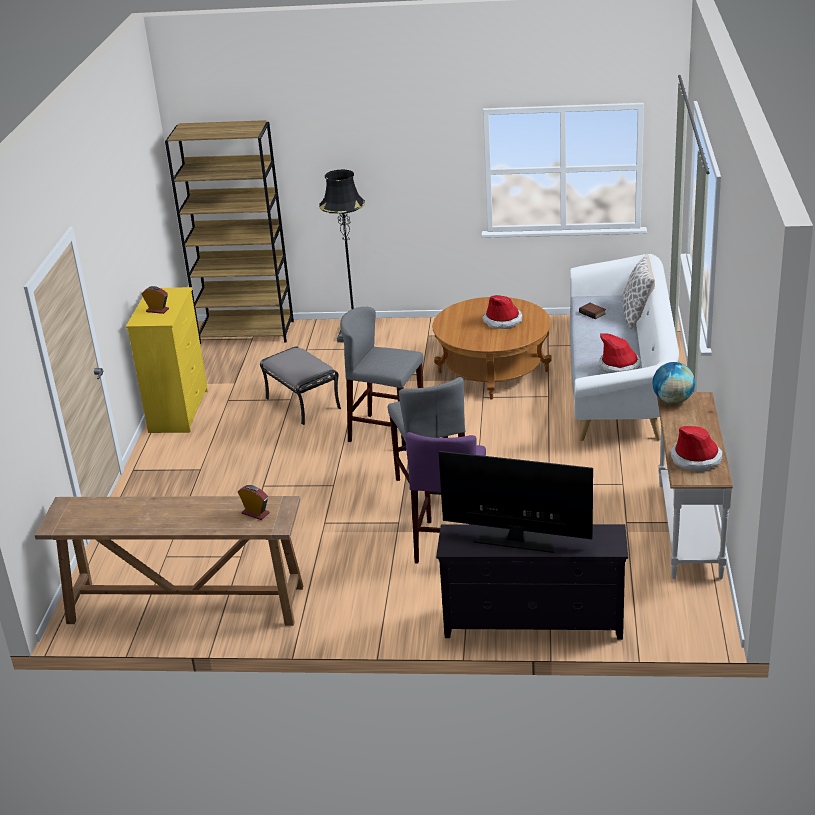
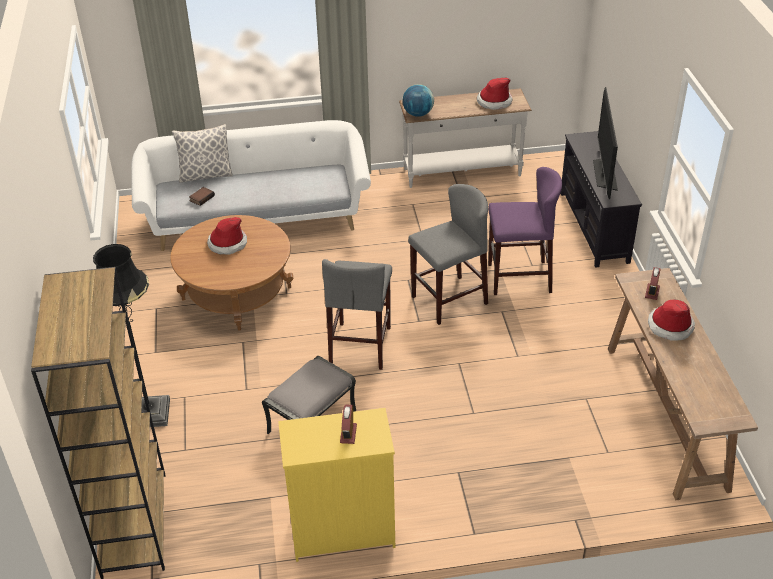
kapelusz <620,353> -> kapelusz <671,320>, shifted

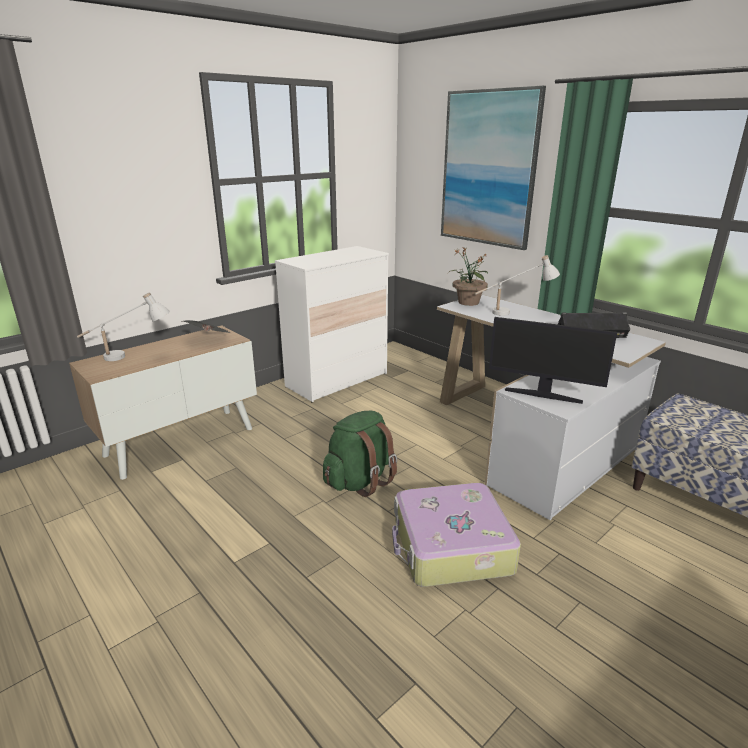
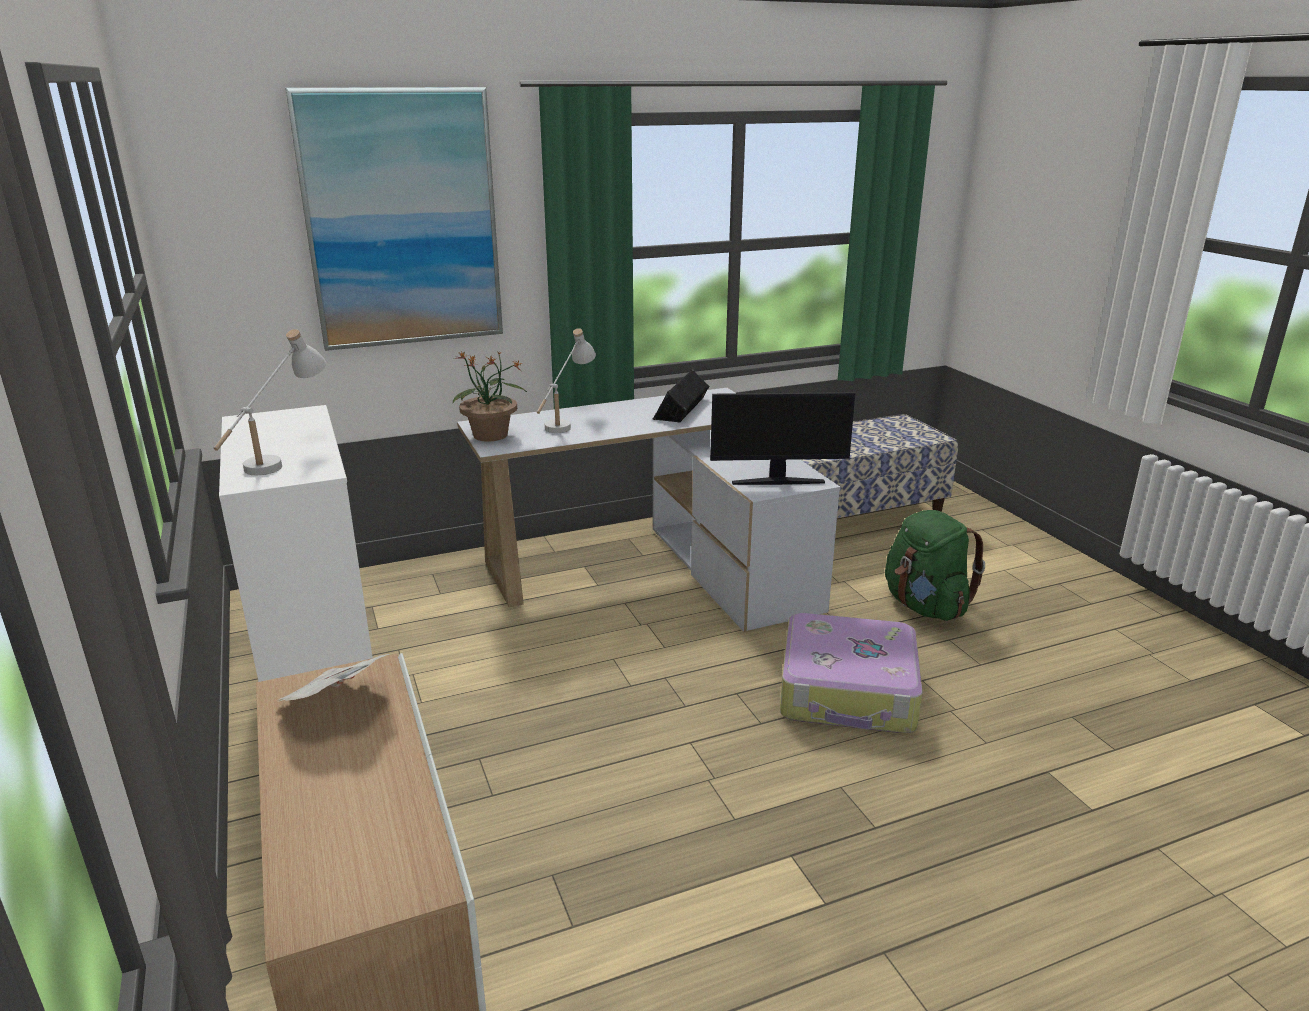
lampa stołowa [biały] <123,326> -> lampa stołowa [biały] <269,402>, shifted
plecak [zielony] <360,454> -> plecak [zielony] <935,565>, shifted
monitor <553,360> -> monitor <782,438>, 45 degrees clockwise

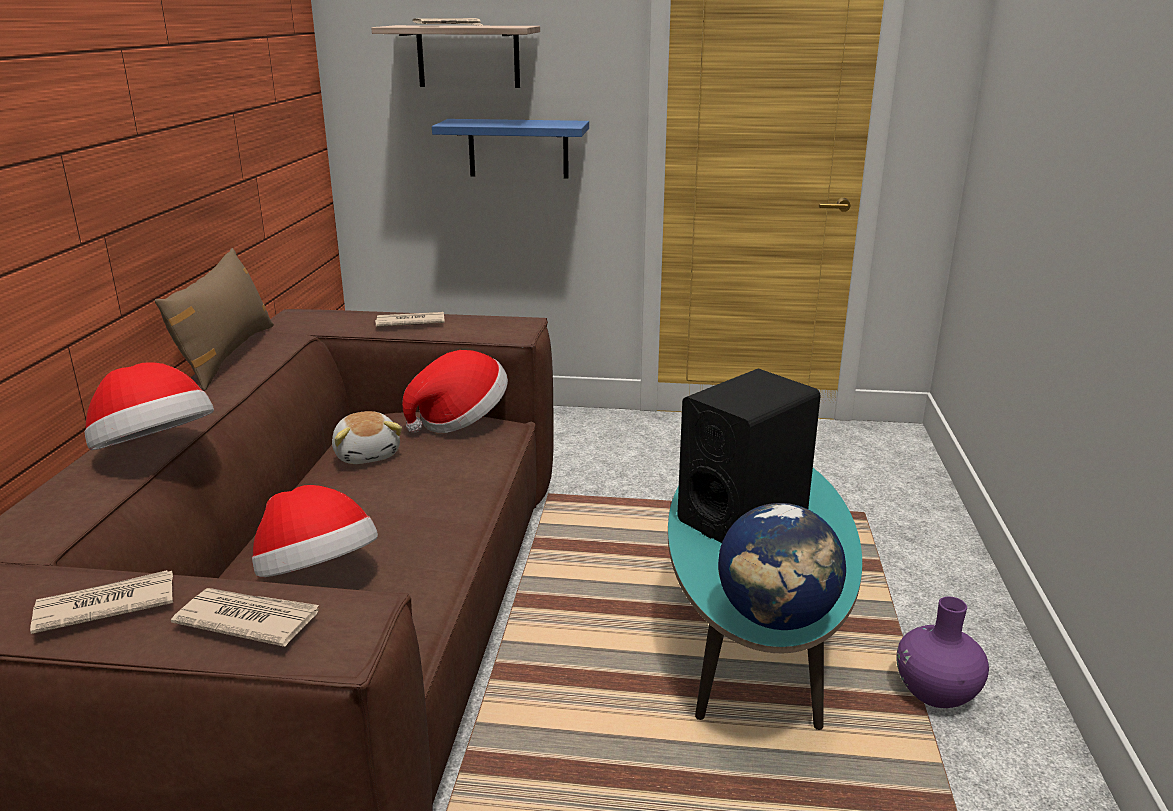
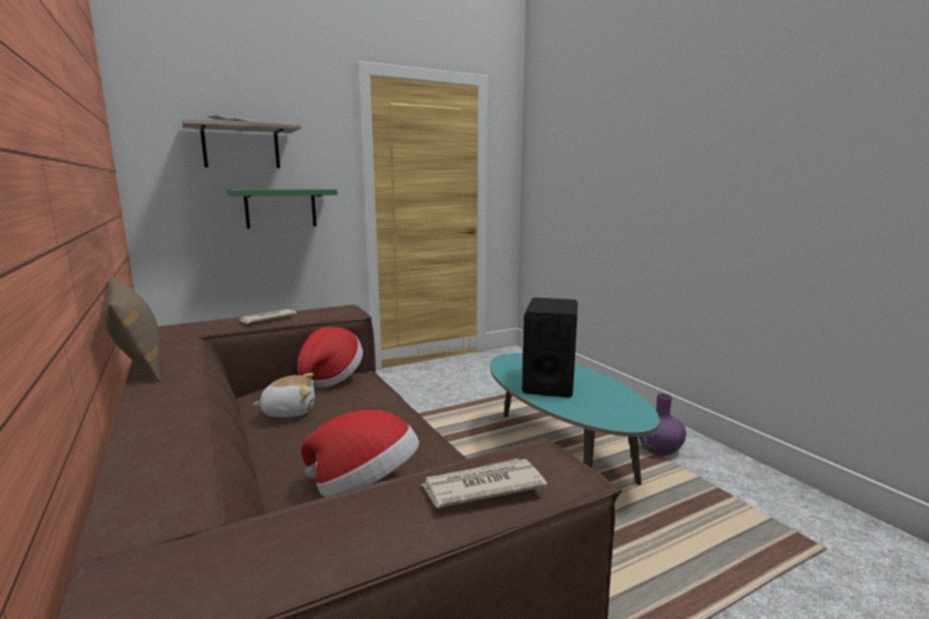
gazeta <101,602> -> none
kapelusz <149,406> -> none
pluszak <367,437> -> pluszak <284,395>, 45 degrees counterclockwise
półka [niebieski] <510,148> -> półka [zielony] <282,209>
globus <782,566> -> none

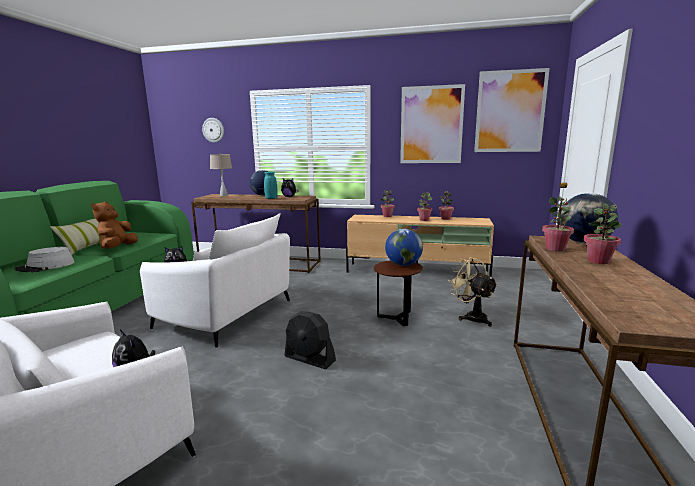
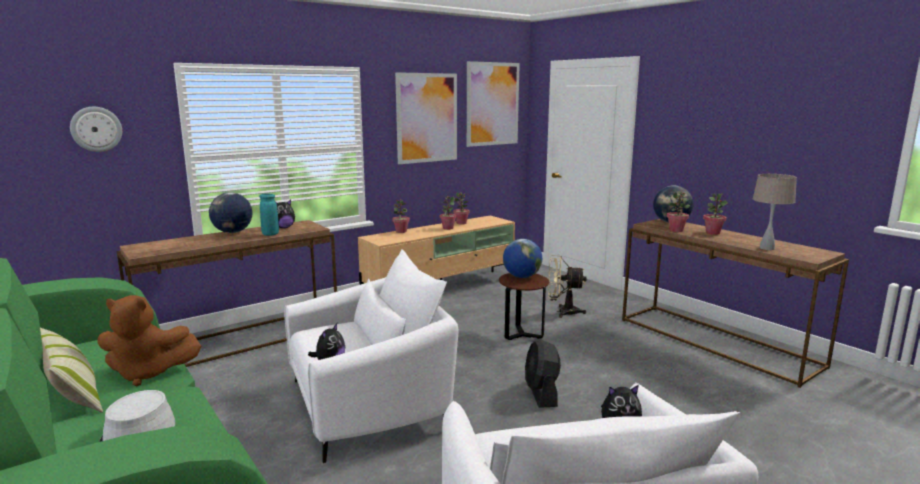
pluszak [brązowy] <114,225> -> pluszak [brązowy] <149,341>, 45 degrees counterclockwise
lampa stołowa [beżowy] <221,174> -> lampa stołowa [beżowy] <775,212>, shifted
wentylator [czarny] <310,340> -> wentylator [czarny] <543,373>, 105 degrees clockwise

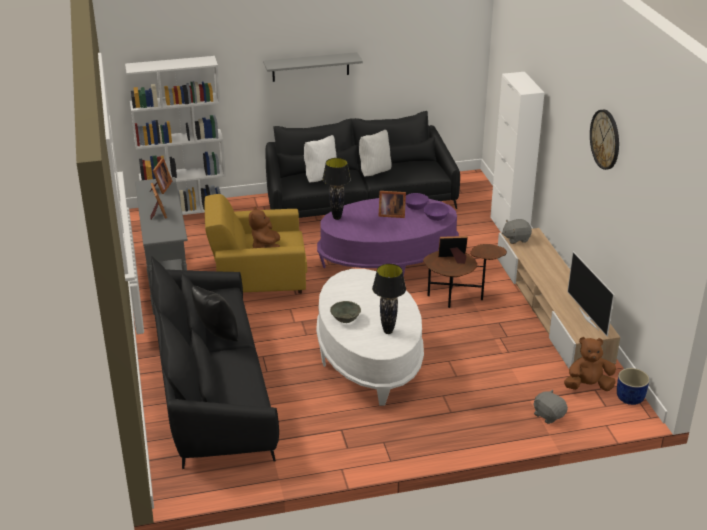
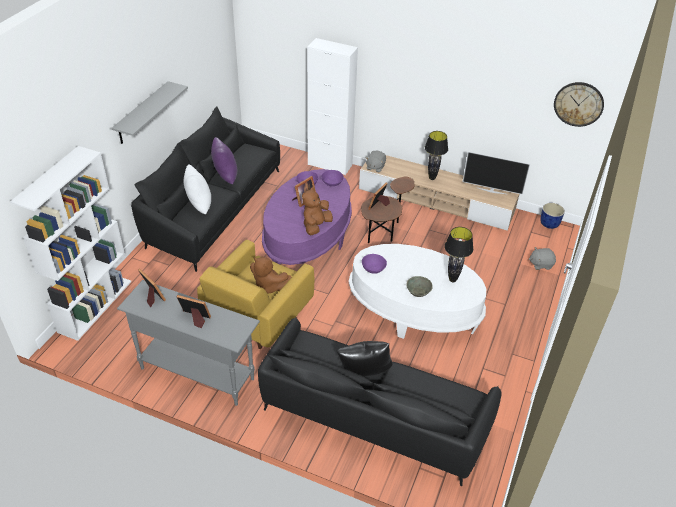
lampa stołowa [czarny] <336,189> -> lampa stołowa [czarny] <436,155>, shifted
poduszka [biały] <375,153> -> poduszka [fioletowy] <224,160>
pluszak [brązowy] <590,364> -> pluszak [brązowy] <317,211>, shifted
zegar ścienny <604,140> -> zegar ścienny <579,104>, shifted
none -> miska [fioletowy] <374,264>

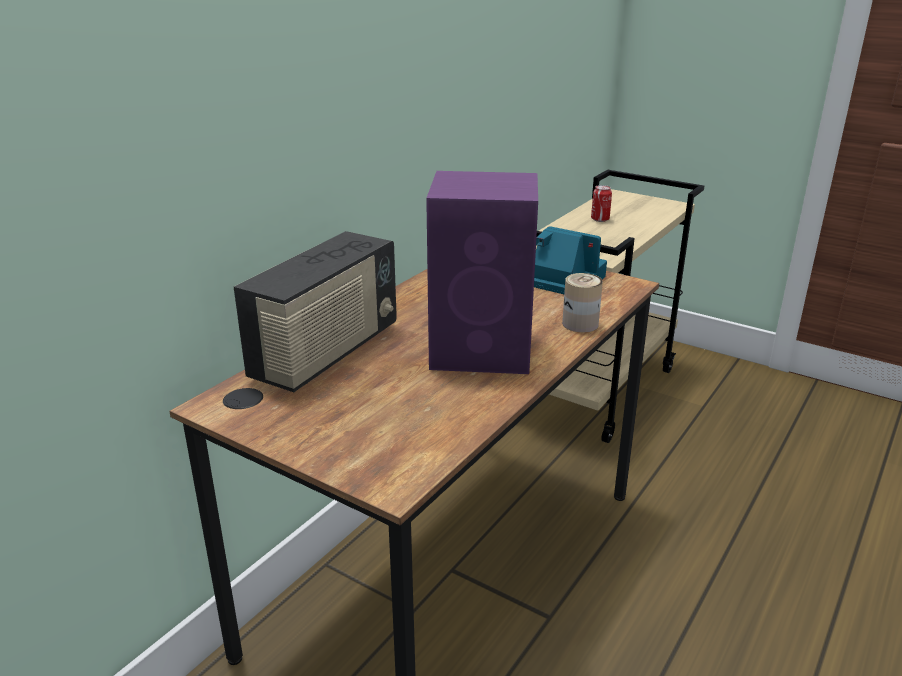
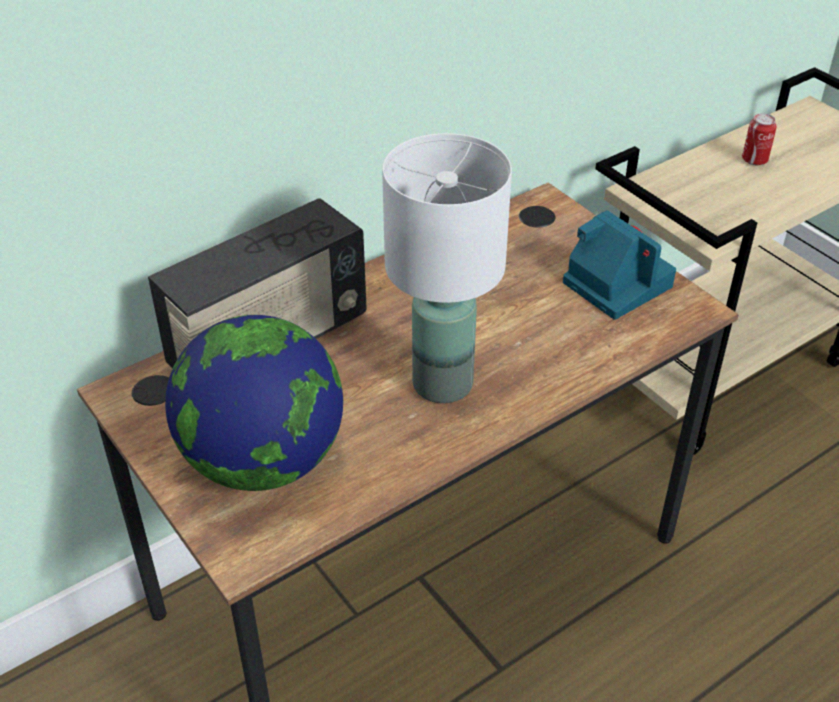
głośnik [fioletowy] <482,272> -> lampa stołowa [biały] <447,268>
puszka <582,302> -> none
none -> globus <254,403>

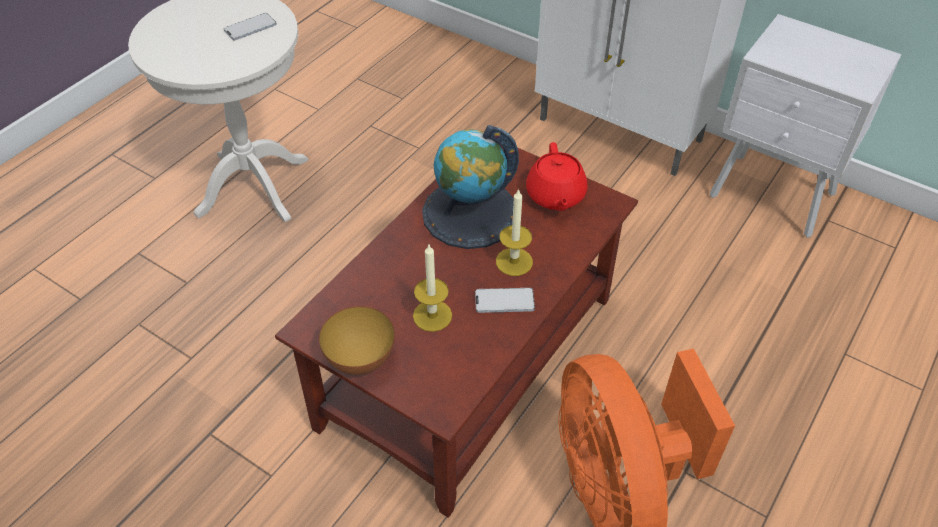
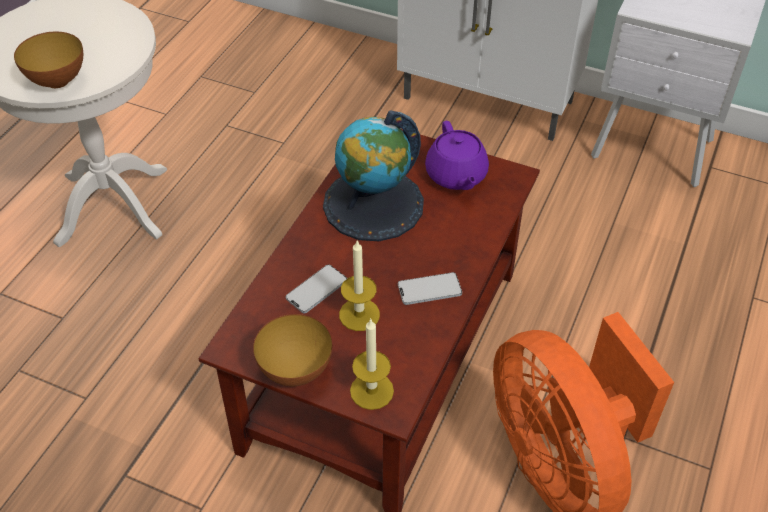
telefon <250,26> -> telefon <316,289>, shifted
świeca <514,232> -> świeca <372,364>, shifted
imbryk [czerwony] <556,176> -> imbryk [fioletowy] <457,155>
none -> miska <48,60>

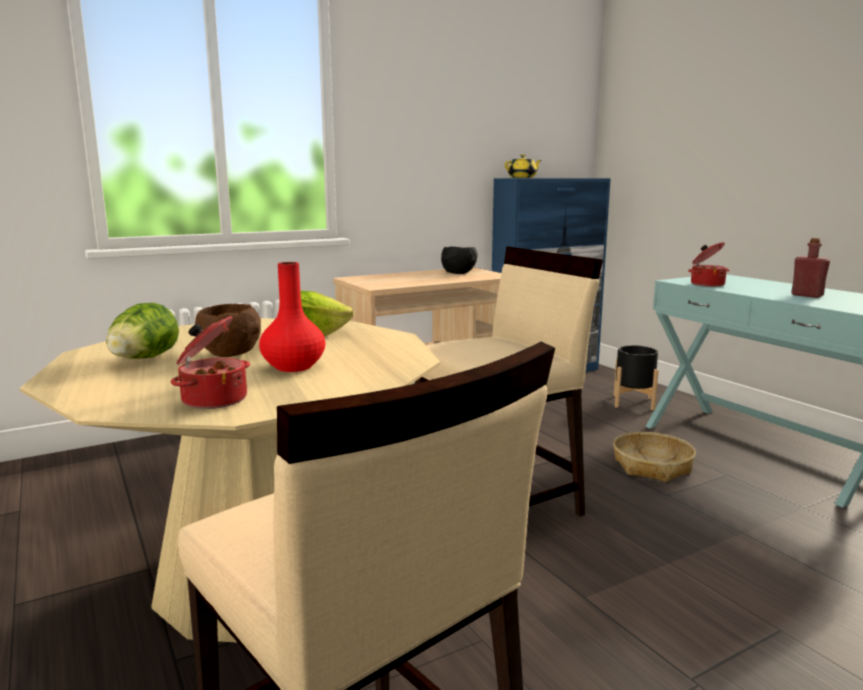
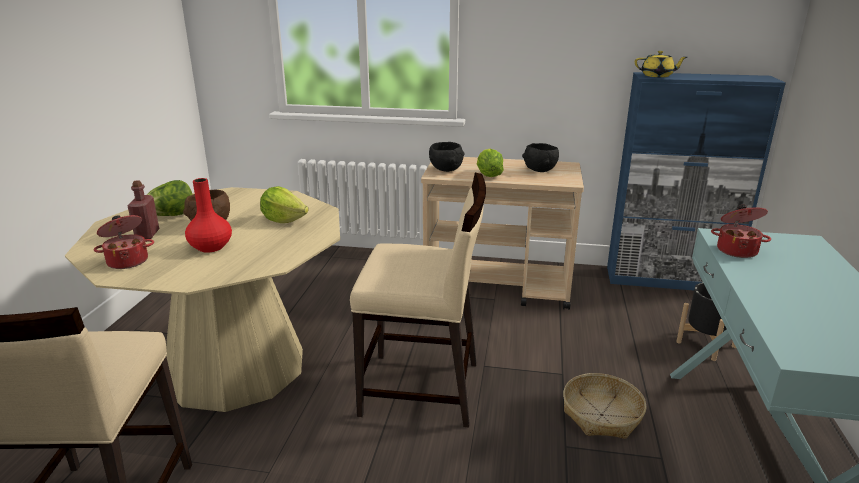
butelka [czerwony] <810,268> -> butelka [czerwony] <143,209>, shifted
none -> miska [czarny] <447,157>
none -> sałata <490,163>

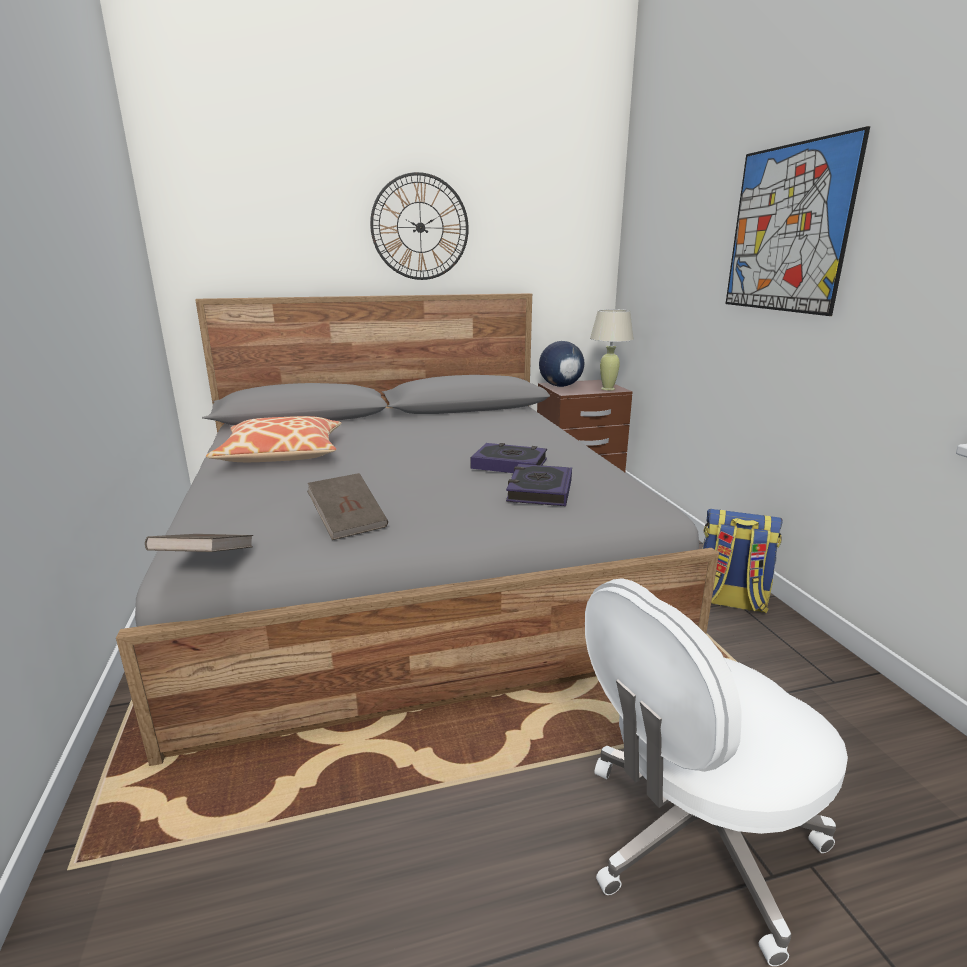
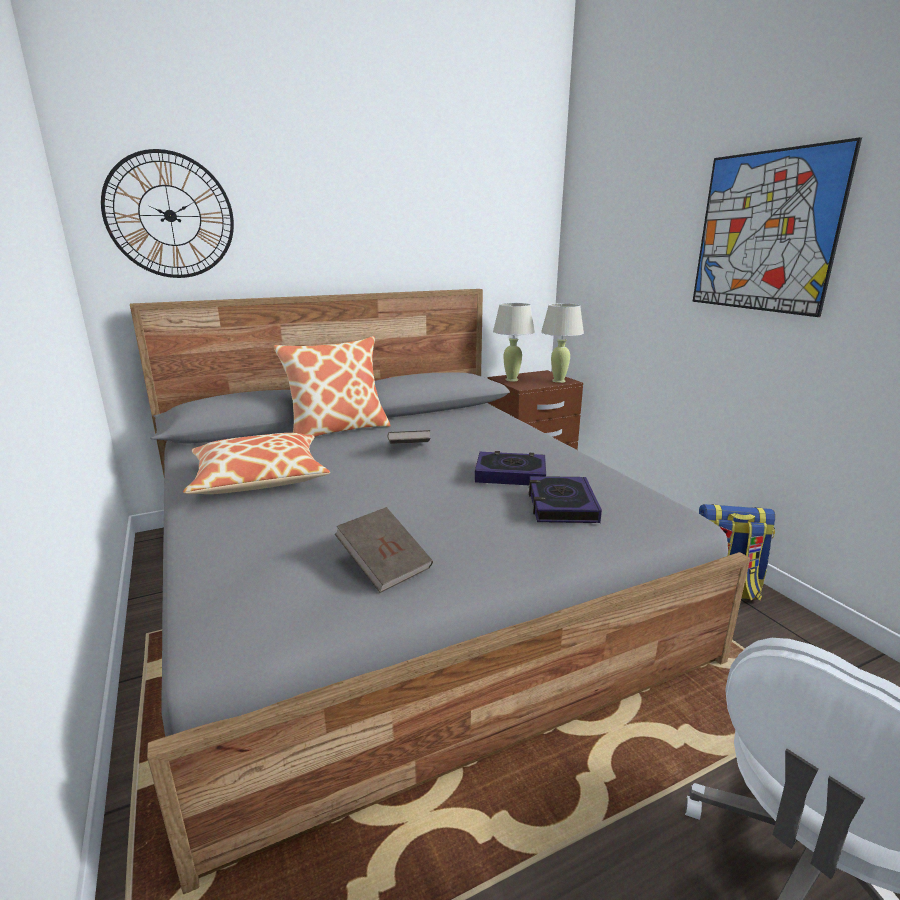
książka [brązowy] <199,543> -> książka [brązowy] <409,437>, shifted
zegar ścienny <419,226> -> zegar ścienny <167,213>, shifted
globus <561,364> -> lampa stołowa [beżowy] <514,342>
none -> poduszka <332,386>

